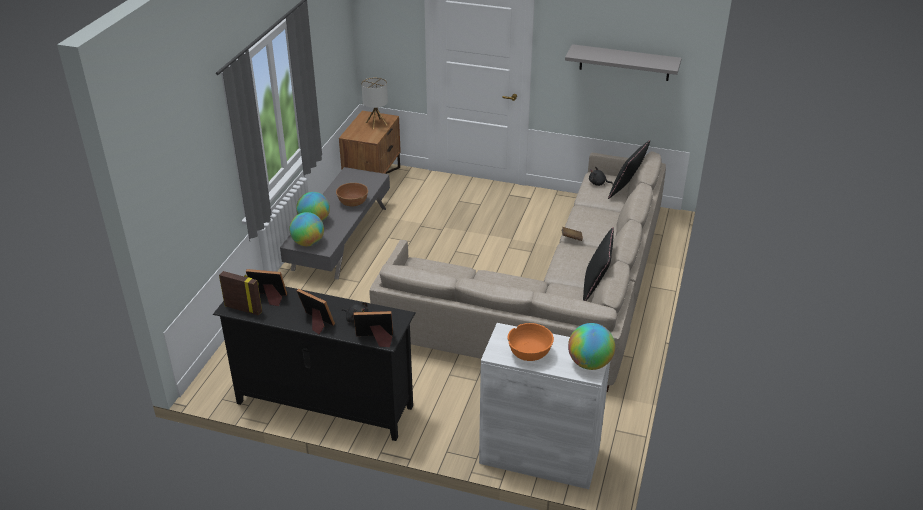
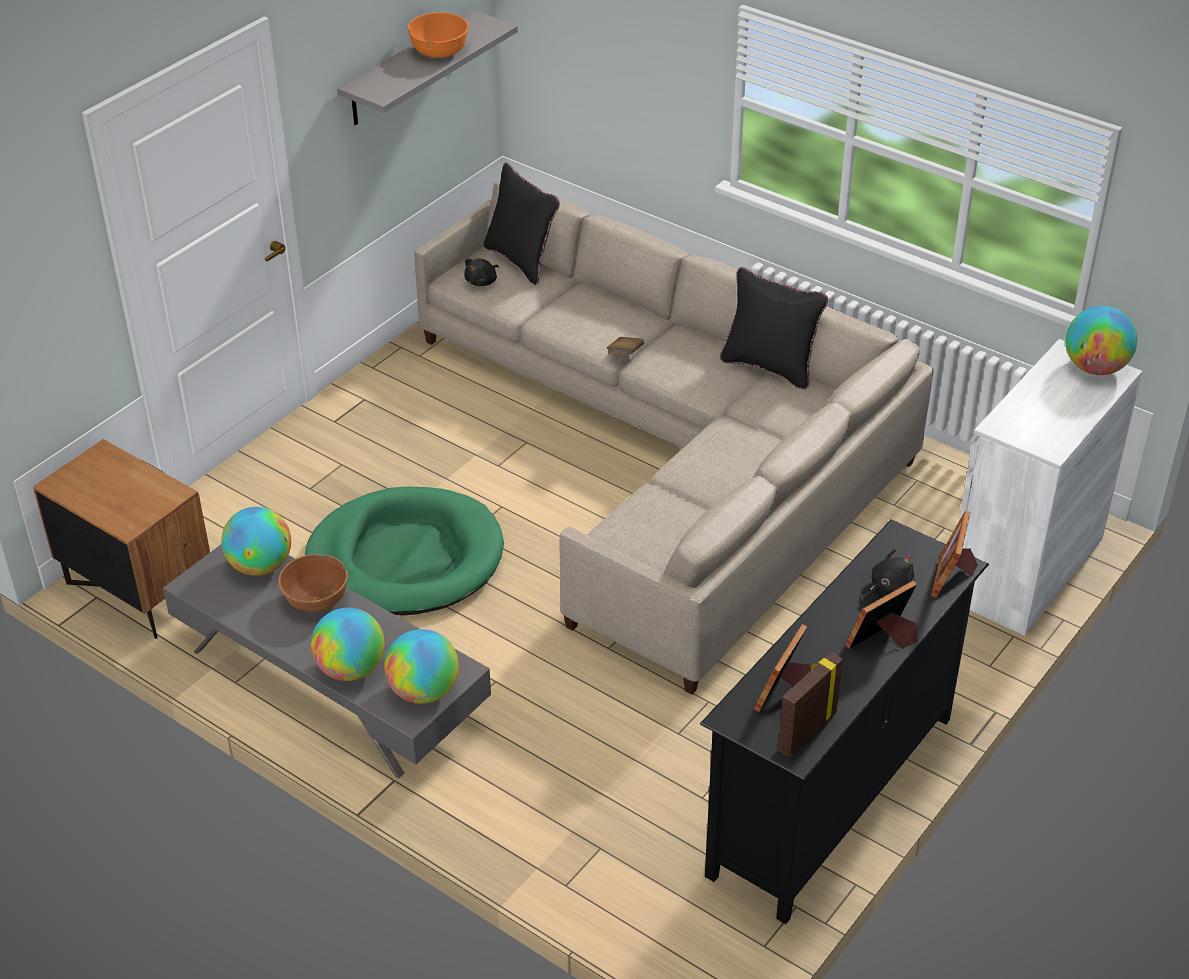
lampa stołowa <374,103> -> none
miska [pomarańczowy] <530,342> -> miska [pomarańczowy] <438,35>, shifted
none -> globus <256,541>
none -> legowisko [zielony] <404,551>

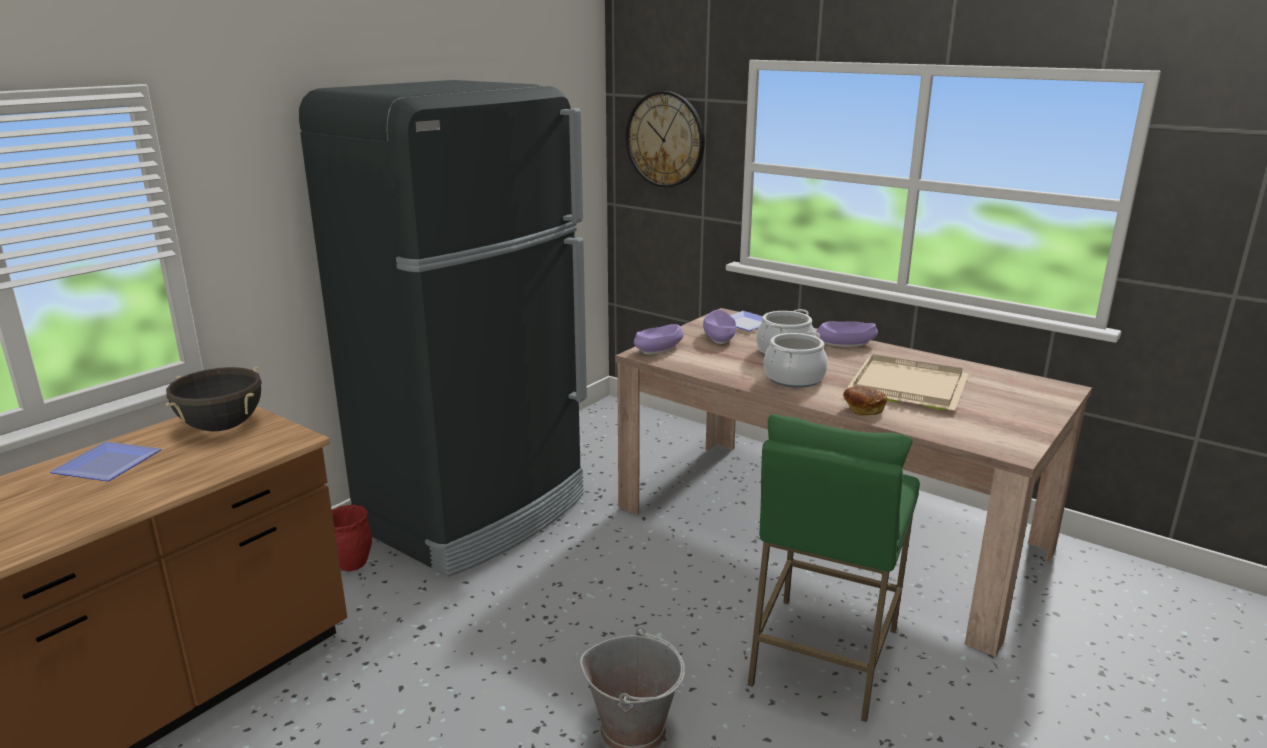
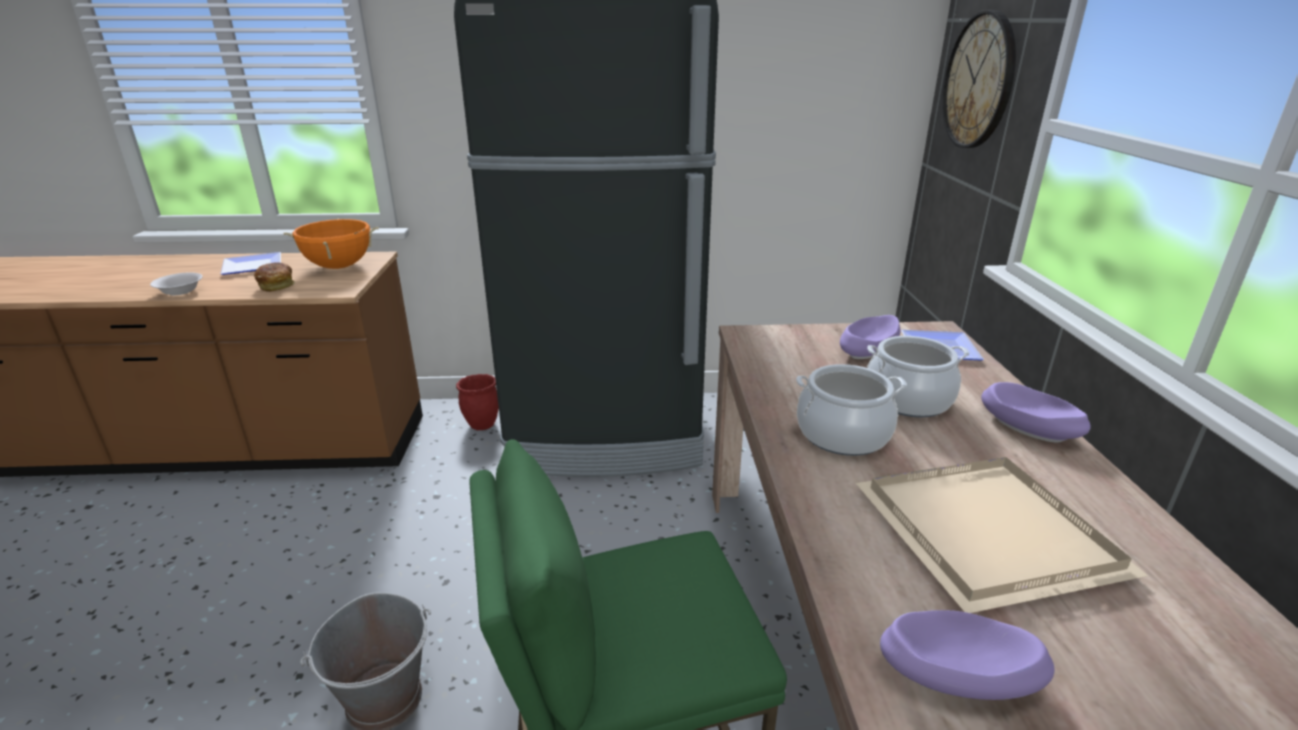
garnek [czarny] <214,399> -> garnek [pomarańczowy] <331,244>
miska [fioletowy] <659,339> -> miska [fioletowy] <967,655>, shifted
chleb <865,400> -> chleb <274,277>, shifted
none -> miska [biały] <176,283>

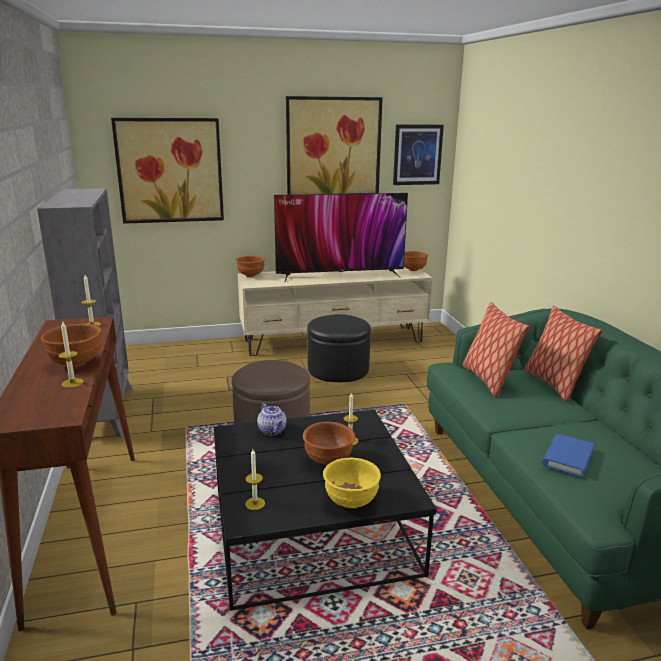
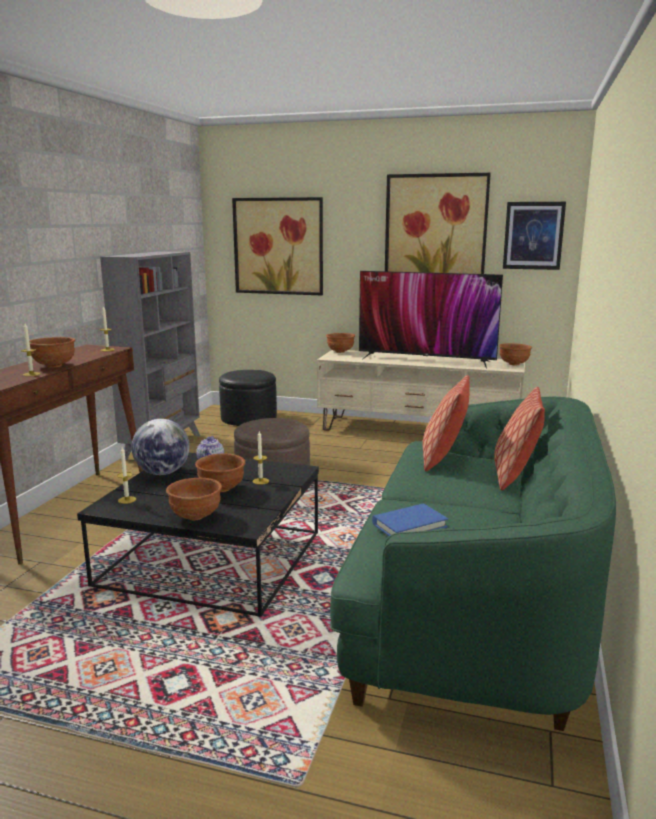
pufa [czarny] <339,348> -> pufa [czarny] <248,398>, shifted
miska [żółty] <352,482> -> miska [brązowy] <194,499>
none -> globus <160,447>

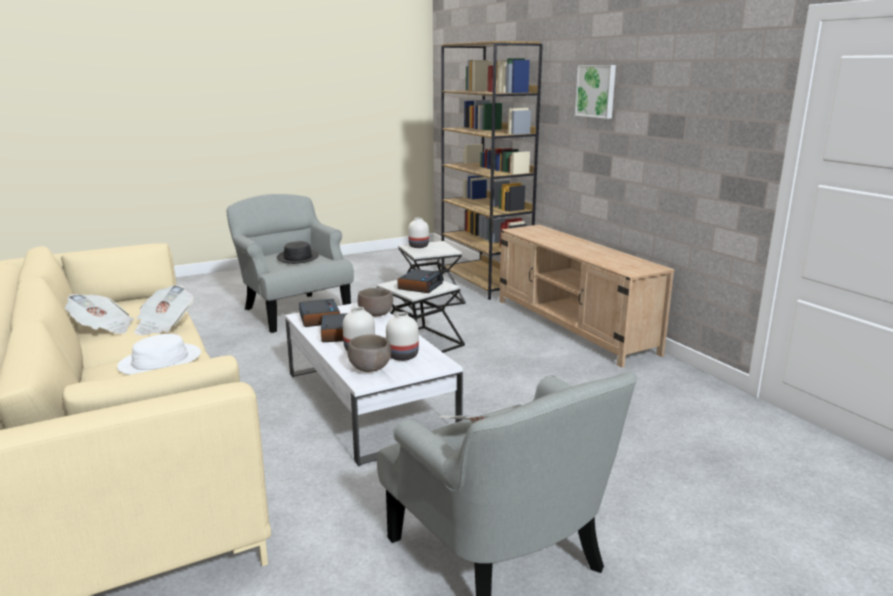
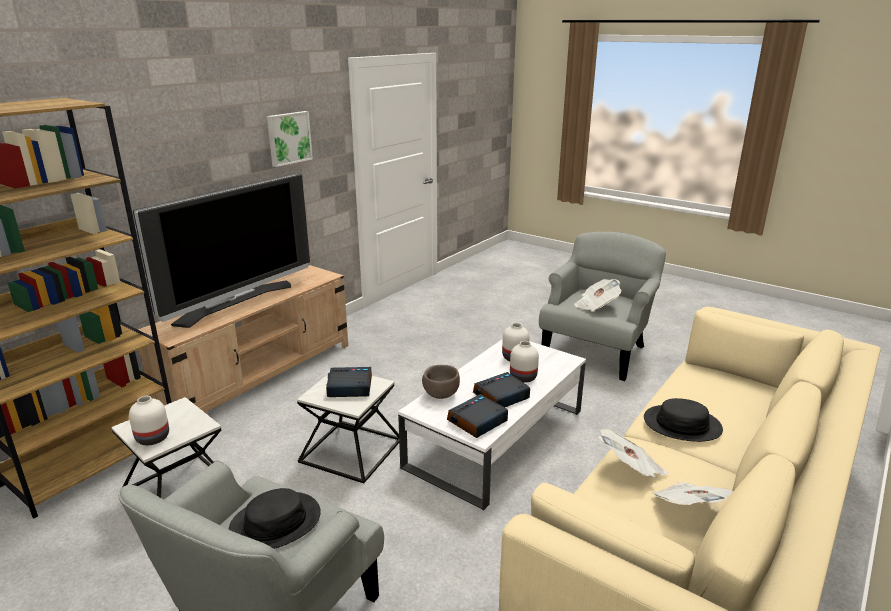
kapelusz [biały] <159,354> -> kapelusz [czarny] <683,420>
miska [brązowy] <369,353> -> none
obraz <595,92> -> obraz <290,139>, shifted
none -> telewizor <221,250>

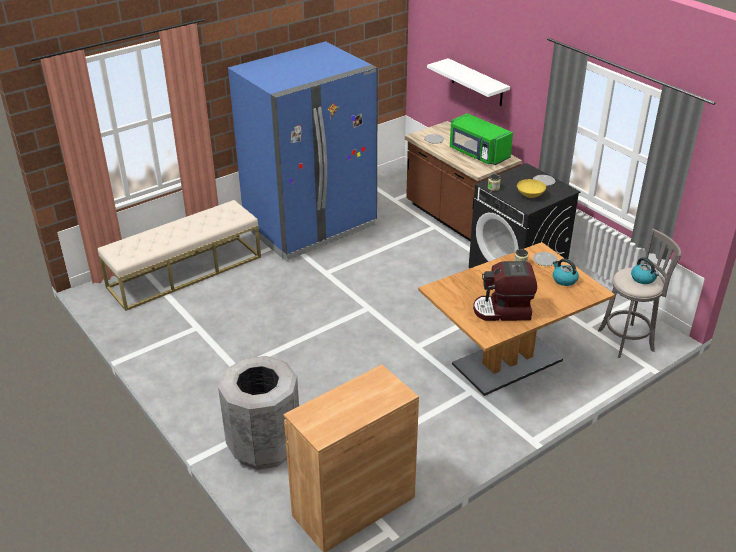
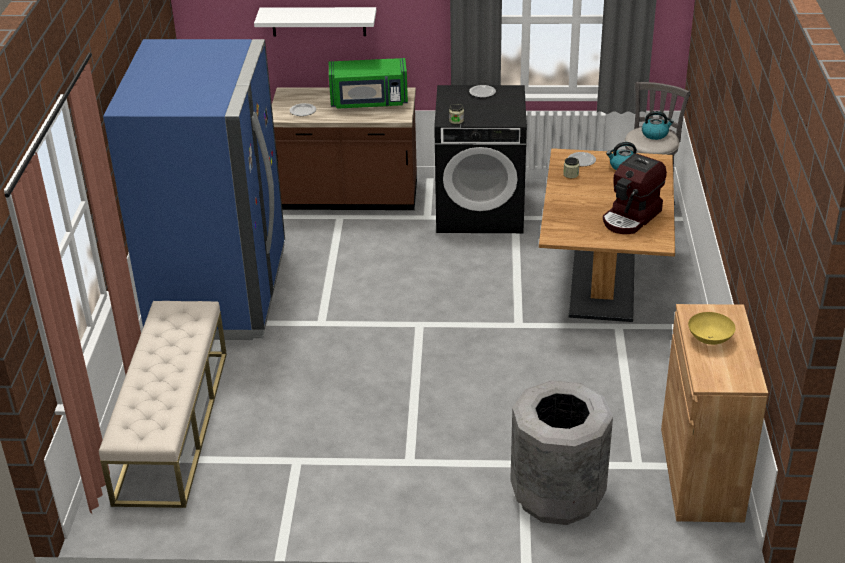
miska [żółty] <531,188> -> miska [żółty] <712,328>, shifted

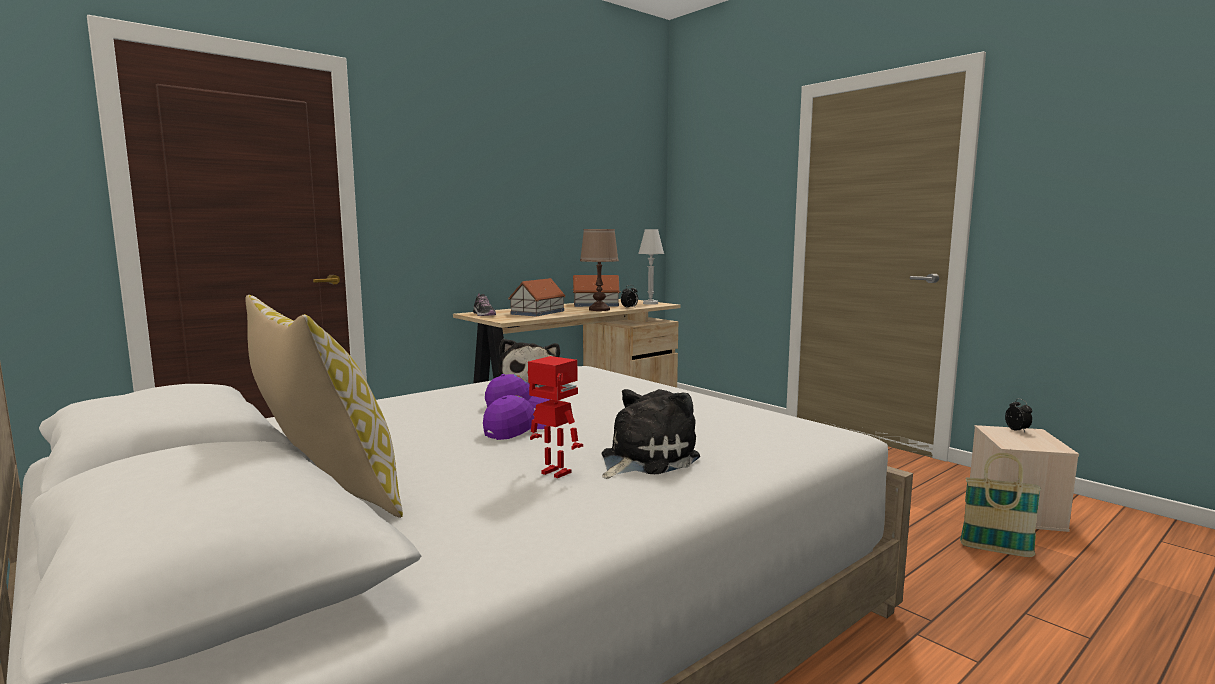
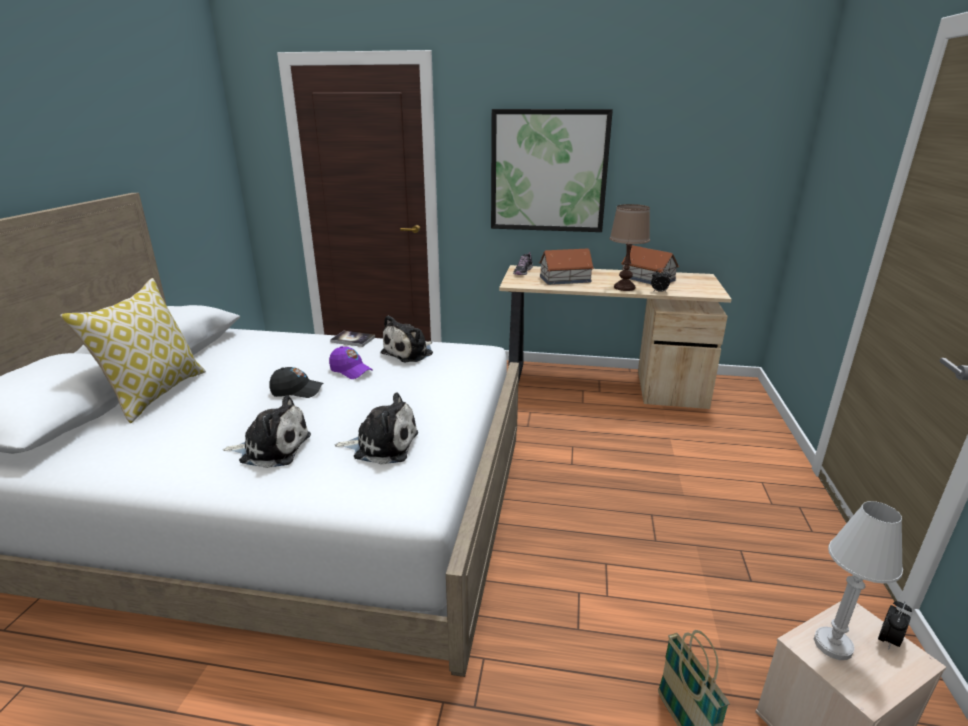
czapka z daszkiem [fioletowy] <514,417> -> czapka z daszkiem [czarny] <296,382>
robot zabawkowy <555,417> -> none
lampa stołowa [biały] <651,267> -> lampa stołowa [biały] <858,580>, shifted
none -> książka <352,339>
none -> pluszak <376,429>
none -> obraz <552,170>

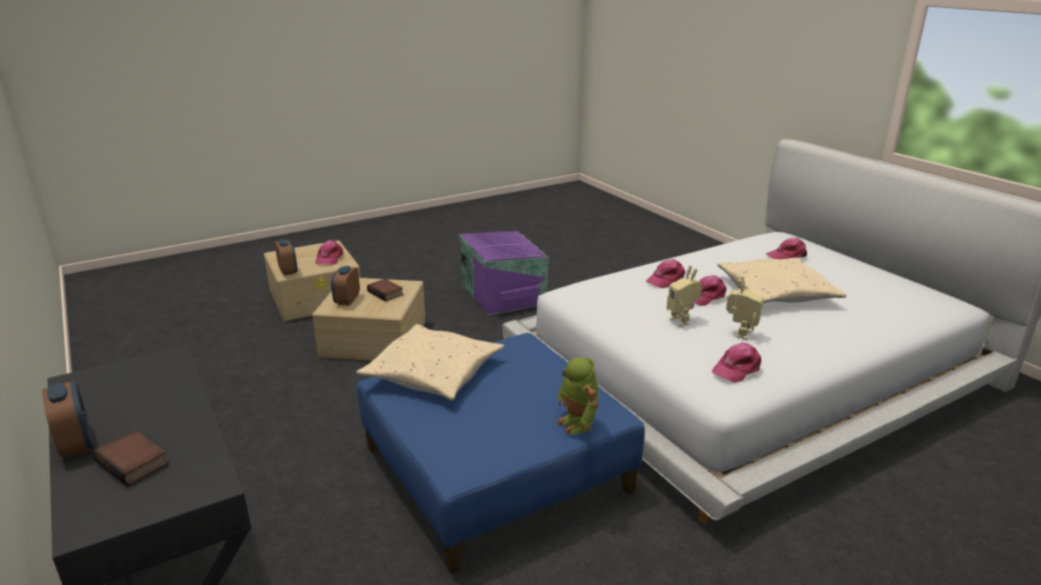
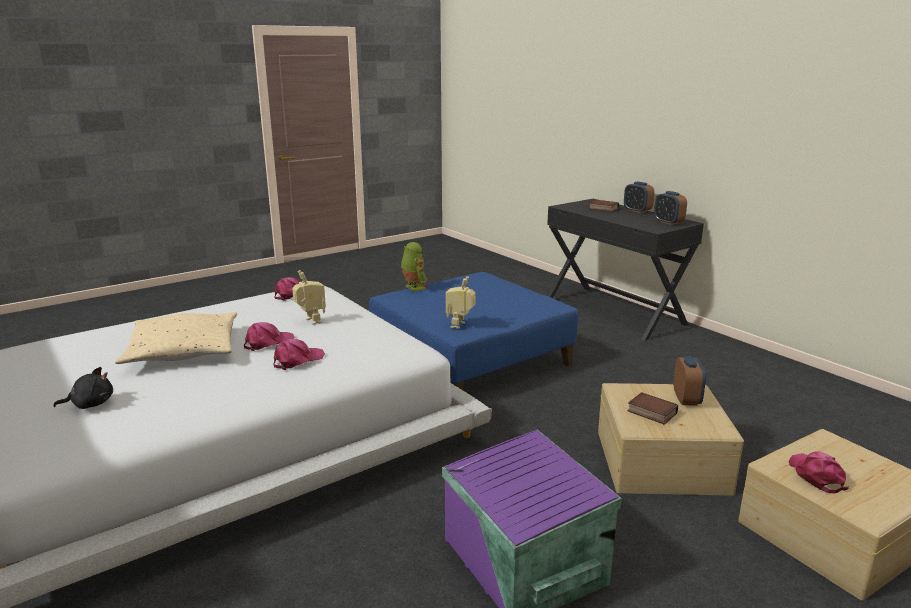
budzik <286,257> -> budzik <670,208>, shifted
poduszka [beżowy] <430,362> -> none
robot zabawkowy <744,308> -> robot zabawkowy <461,302>, shifted
czapka z daszkiem [różowy] <786,248> -> pluszak [czarny] <83,388>

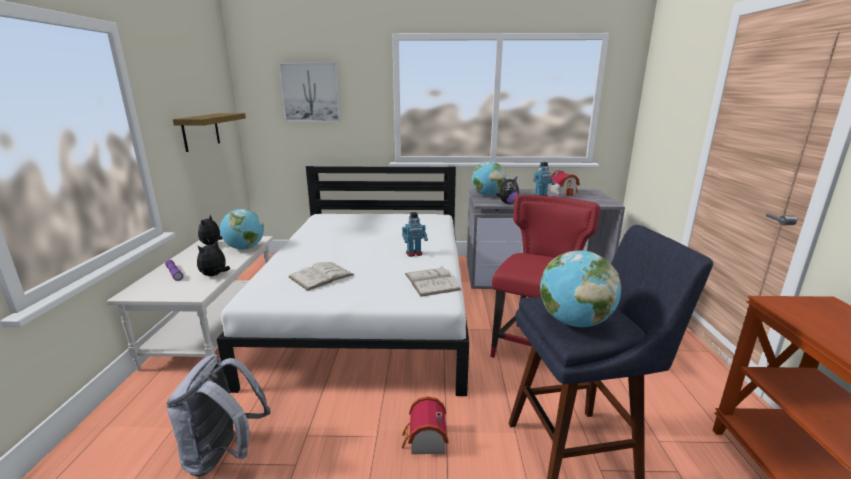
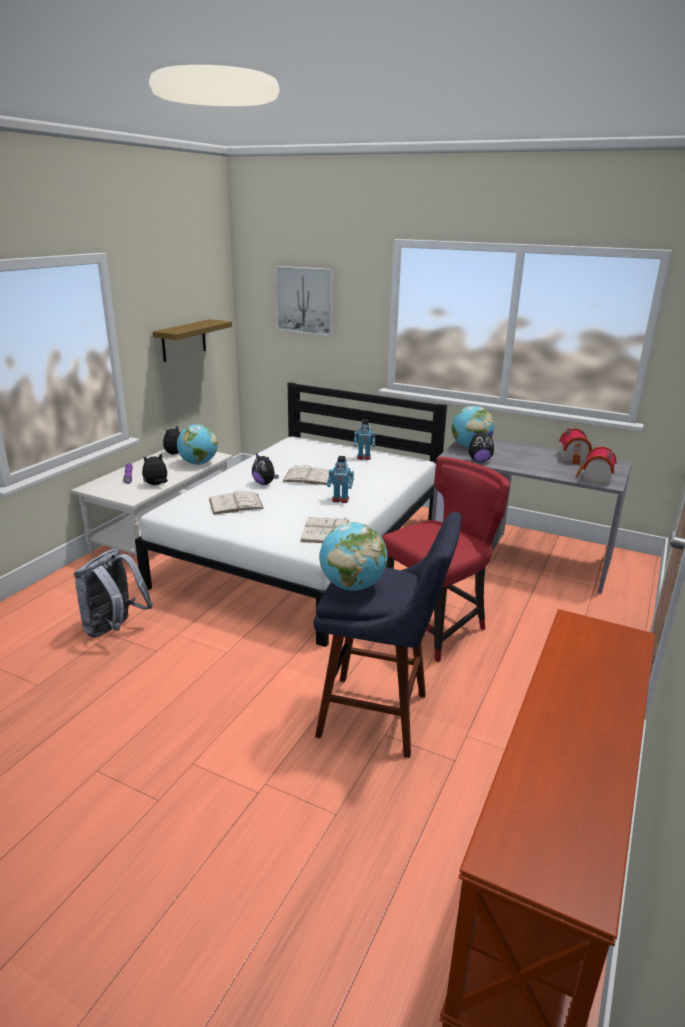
domek <425,425> -> domek <596,465>, shifted
robot zabawkowy <544,179> -> robot zabawkowy <364,439>, shifted
none -> pluszak <265,469>
none -> książka [biały] <306,475>

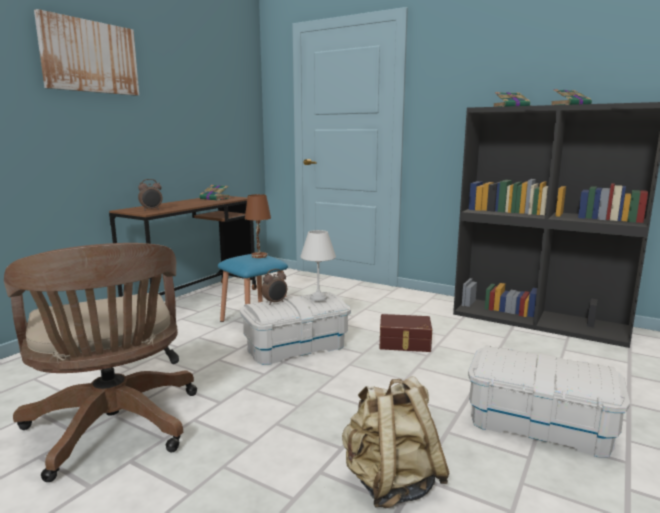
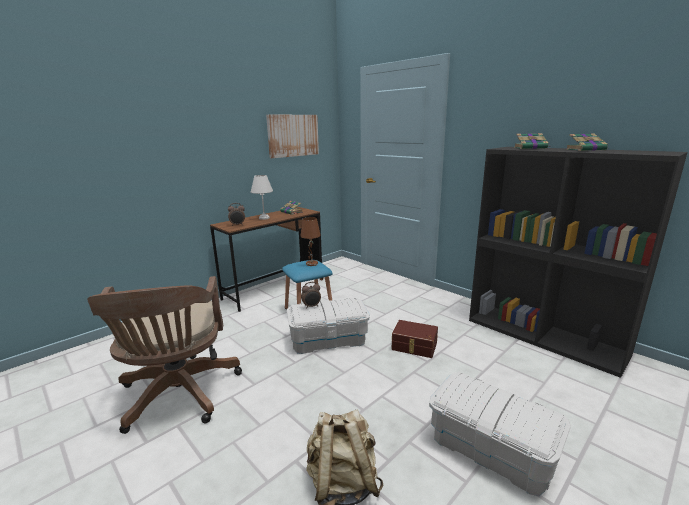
obraz <86,52> -> obraz <292,136>, shifted
lampa stołowa [biały] <318,266> -> lampa stołowa [biały] <262,197>, shifted

